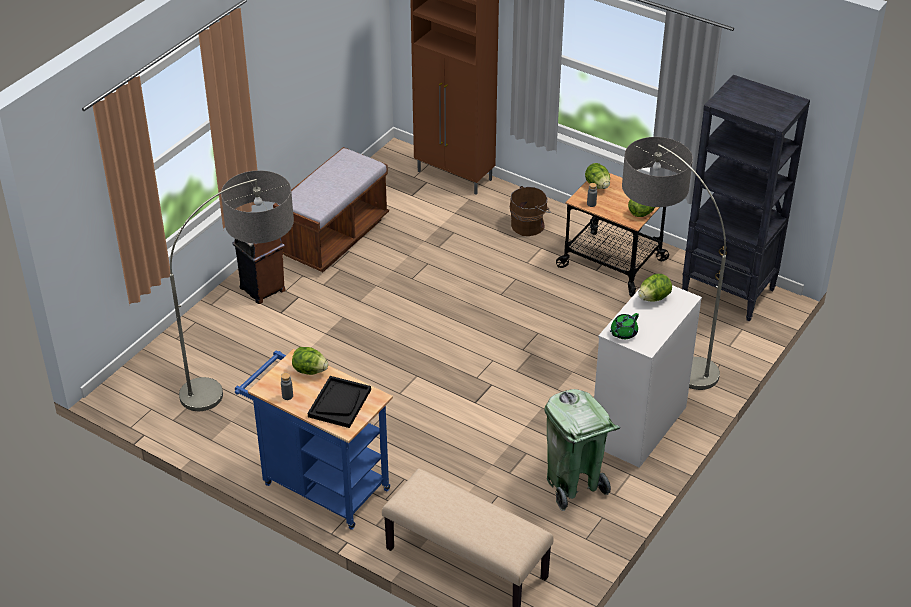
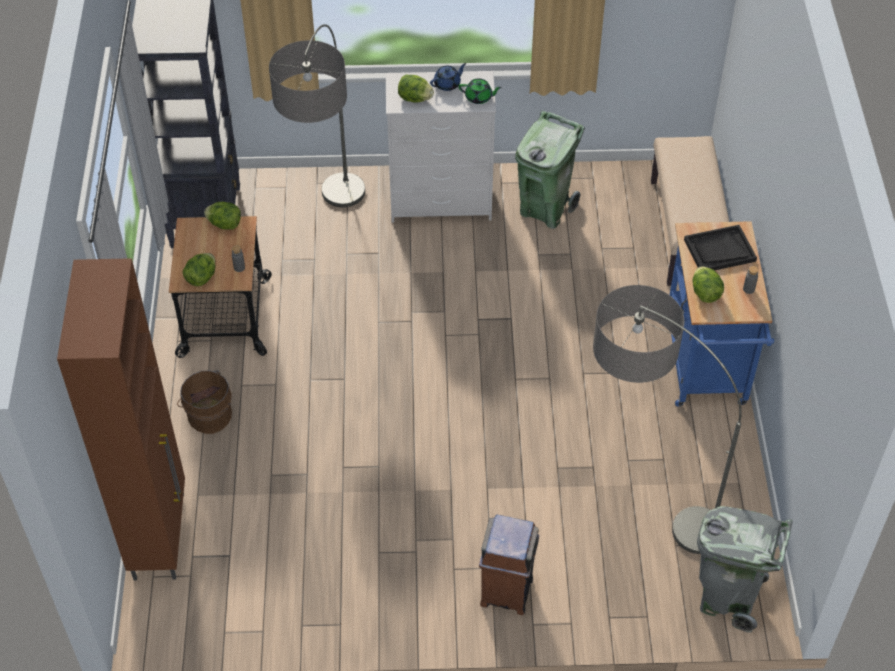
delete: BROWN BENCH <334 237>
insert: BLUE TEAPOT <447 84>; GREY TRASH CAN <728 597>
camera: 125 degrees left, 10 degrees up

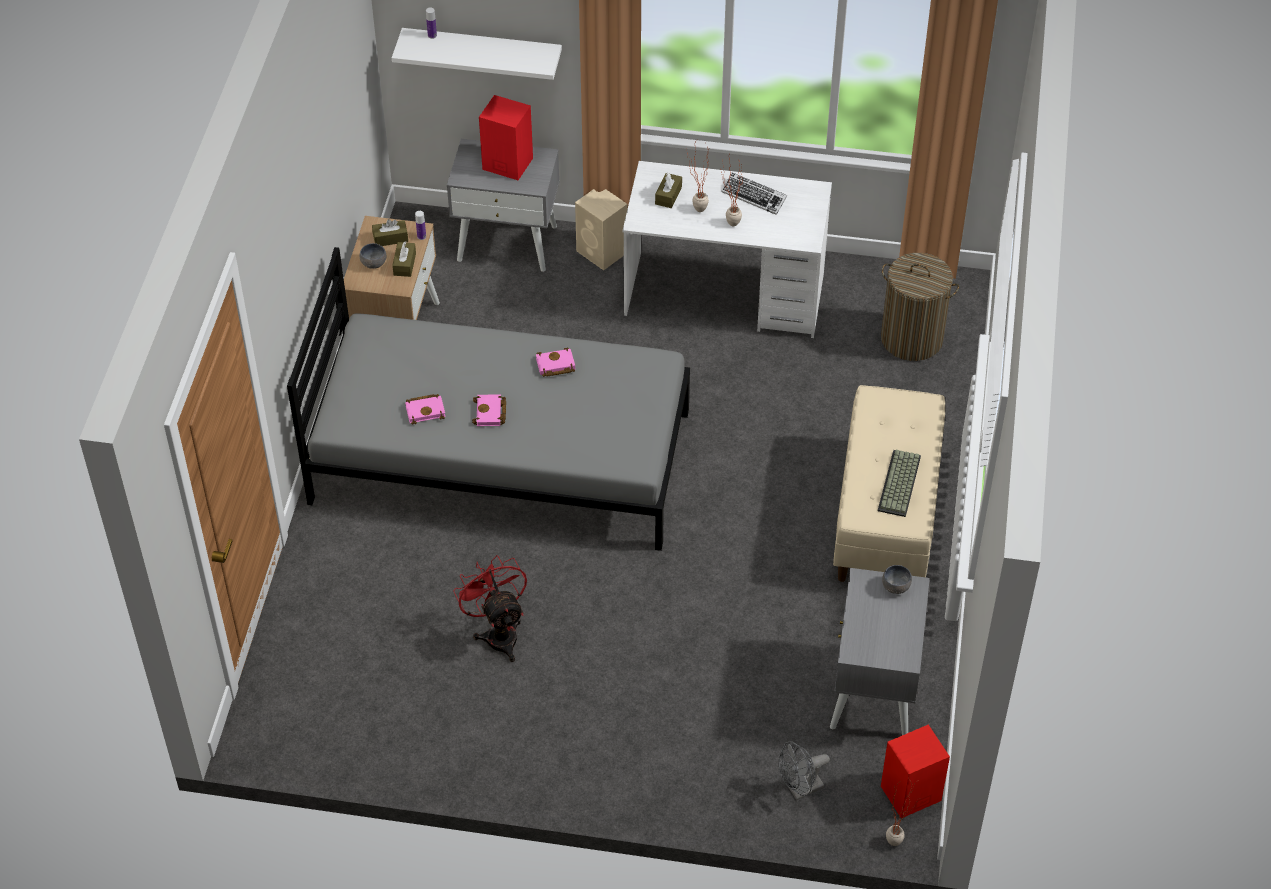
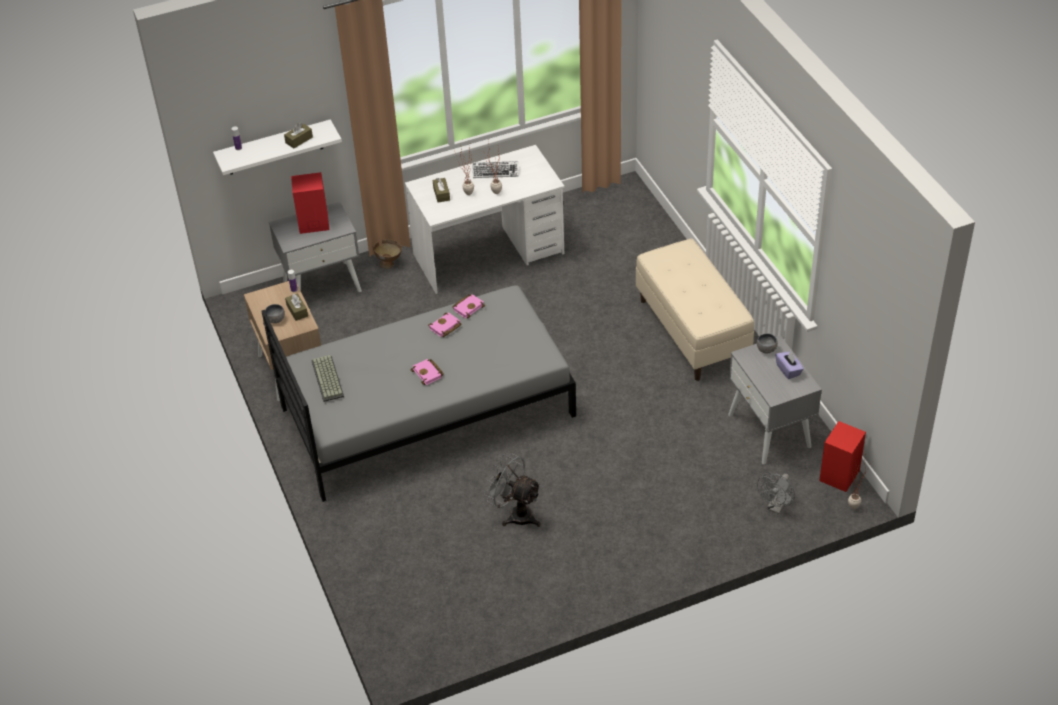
delete: LAUNDRY BASKET <912 338>
insert: PURPLE TISSUE BOX <788 370>
move: BROWN TISSUE BOX <390 238> to <299 140>; KEYBOARD <900 484> to <328 379>; PINK BOOK <426 410> to <468 307>
replace: BEIGE SPEAKER <602 252> to BROWN BOWL <390 264>
recolor: RED FAN <498 633> to GREY FAN <516 514>
camera: 30 degrees left, 5 degrees down

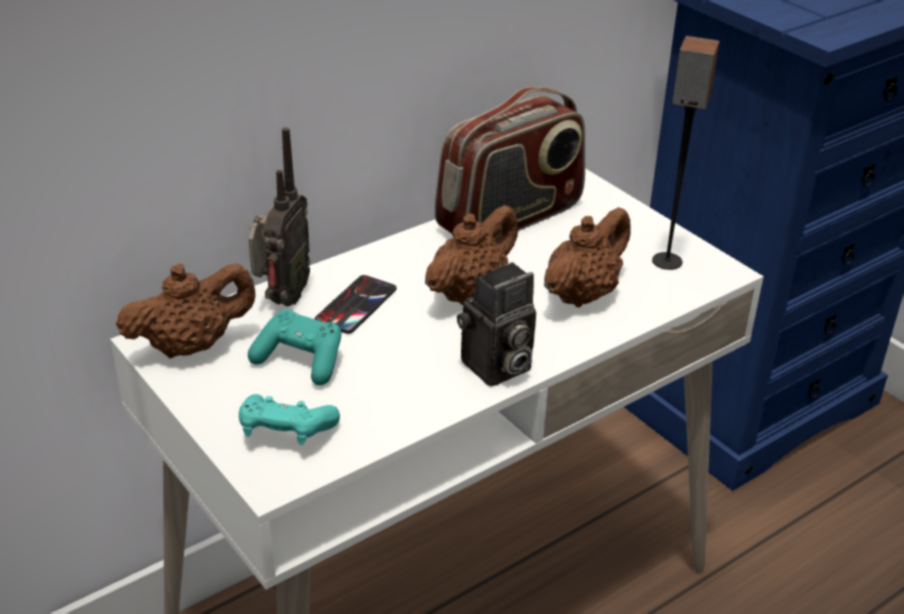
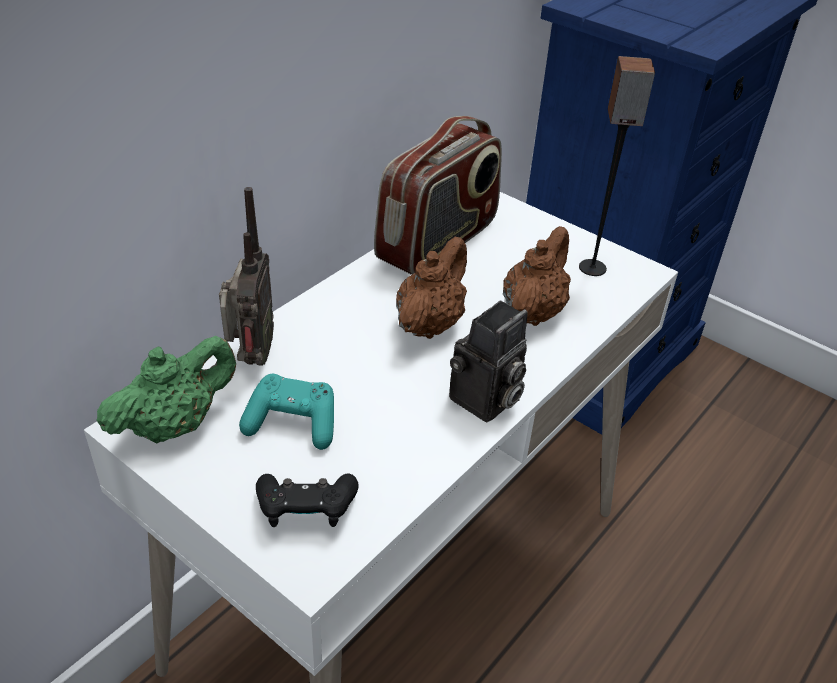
delete: PHONE <356 305>
recolor: BROWN TEAPOT <191 346> to GREEN TEAPOT <175 425>; TURQUOISE GAME CONTROLLER <286 433> to BLACK GAME CONTROLLER <306 511>
camera: 15 degrees left, 5 degrees up

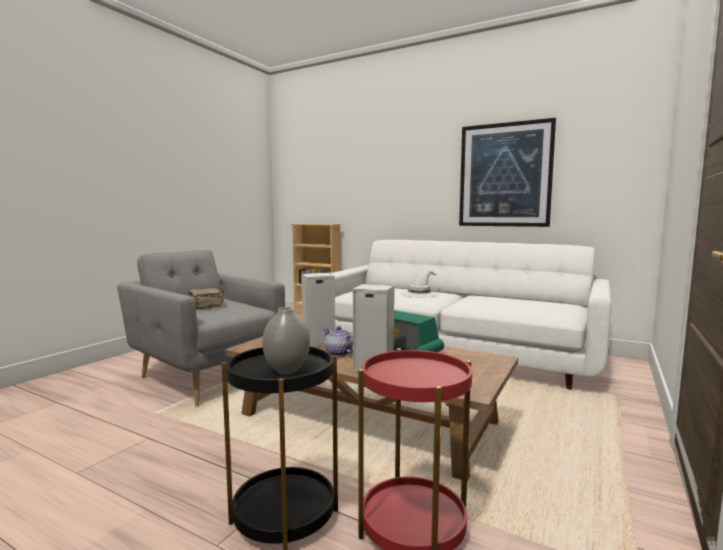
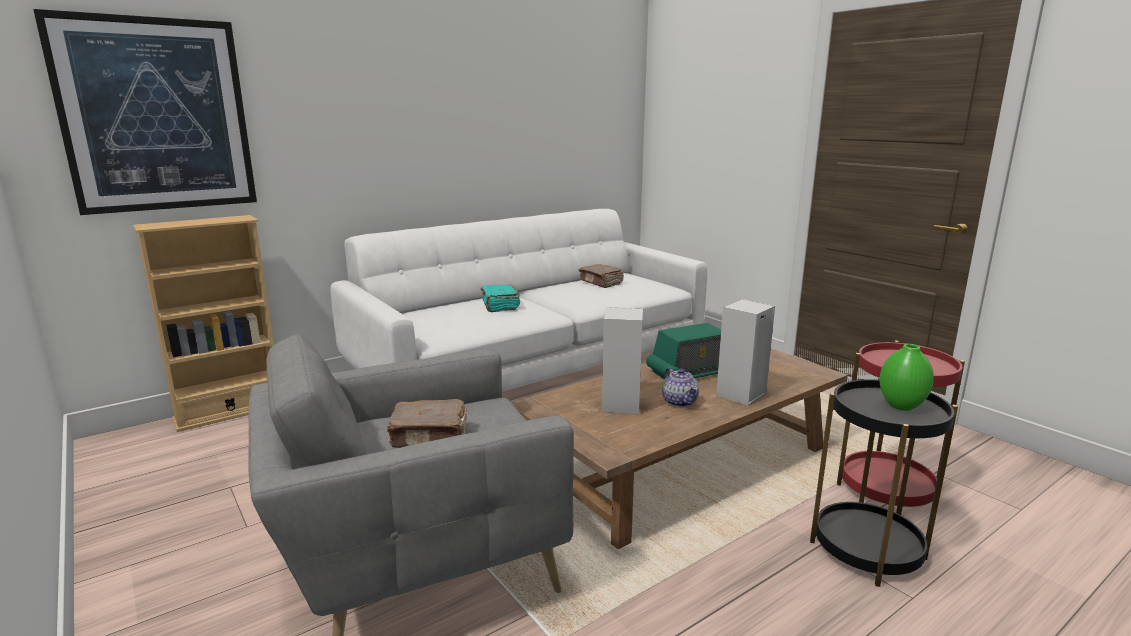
insert: BROWN BOOK <601 283>
move: PICTURE <504 175> to <157 116>
replace: WHITE HAT <419 294> to TURQUOISE BOOK <500 306>
recolor: GREY VASE <287 371> to GREEN VASE <901 406>
rotate: TEAPOT <338 353> = <679 401> 90 degrees counterclockwise
camera: 65 degrees left, 10 degrees up

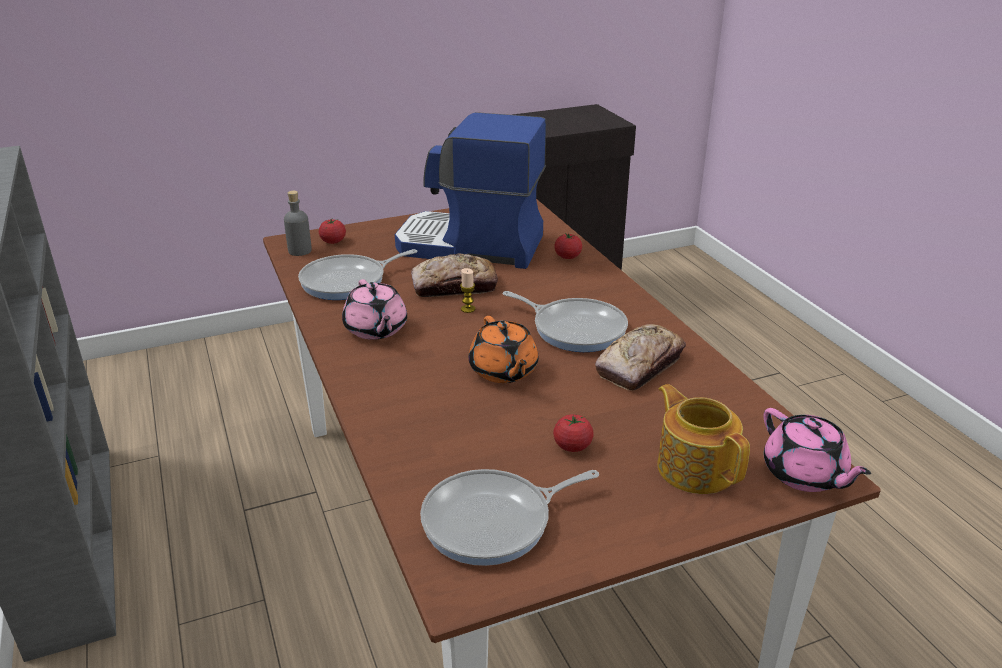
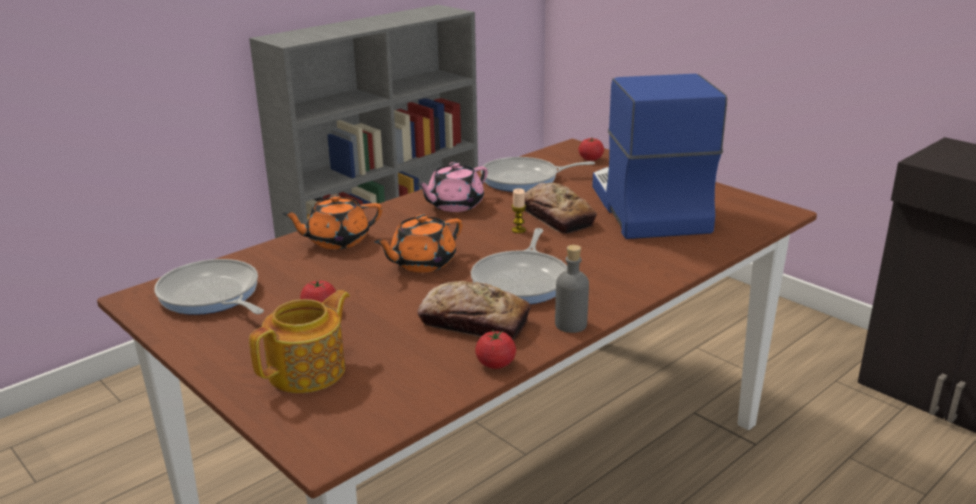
delete: PINK TEAPOT <804 474>
insert: ORANGE TEAPOT <337 240>
move: TOMATO <567 256> to <495 364>; GREY BOTTLE <300 251> to <571 324>
rotate: FRYING PAN <348 282> = <524 179> 45 degrees counterclockwise
camera: 70 degrees right, 5 degrees down

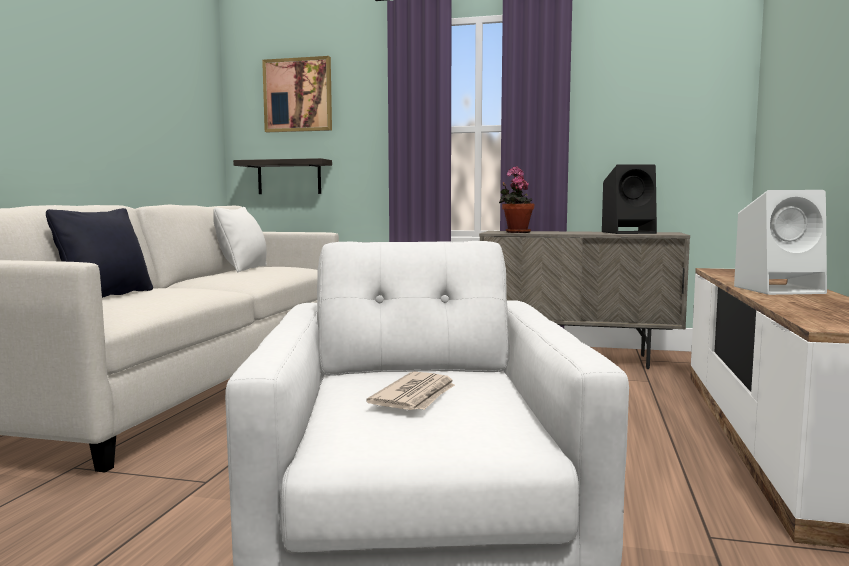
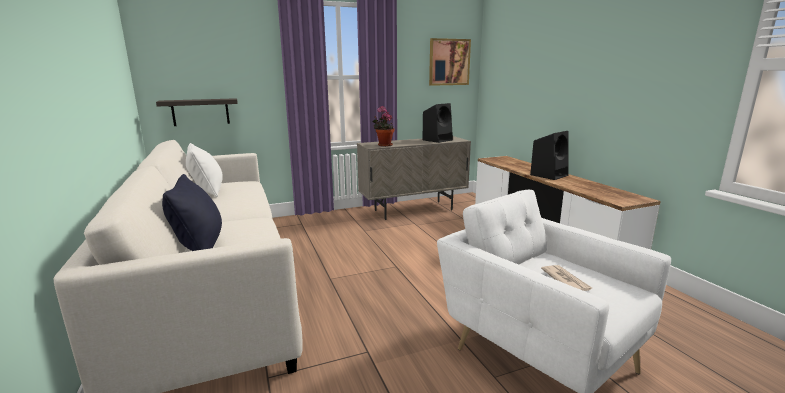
move: PICTURE <298 95> to <449 62>
recolor: WHITE SPEAKER <780 290> to BLACK SPEAKER <549 175>
camera: 35 degrees left, 10 degrees up

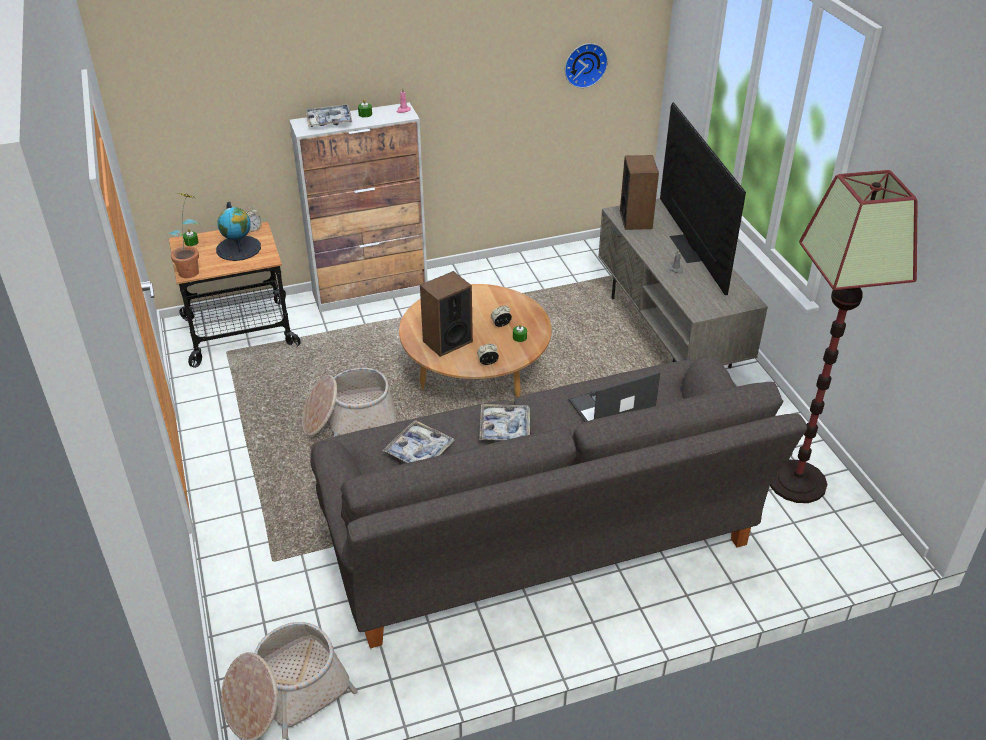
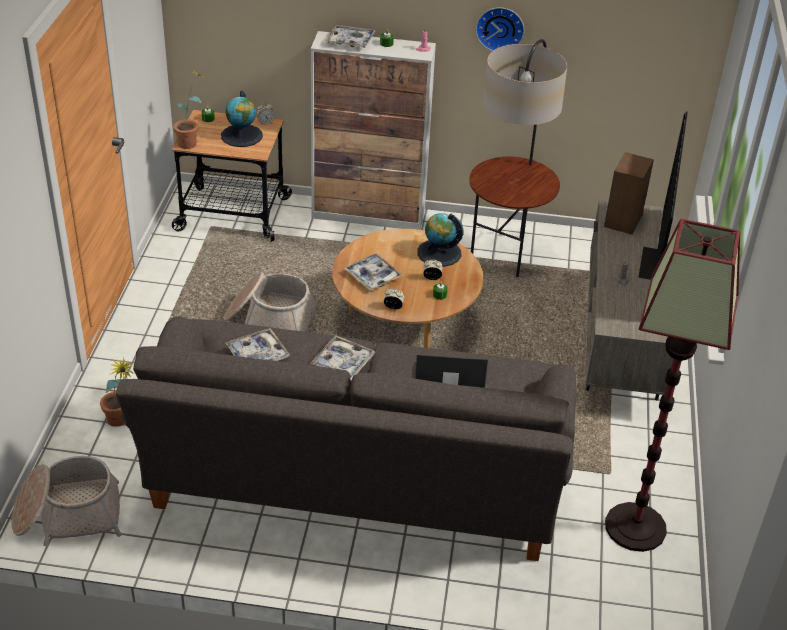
insert: POTTED PLANT <121 422>; GLOBE <439 253>; FLOOR LAMP <505 255>
move: WALL CLOCK <584 64> to <500 28>
replace: SPEAKER <447 341> to TRAY <372 276>
camera: 25 degrees right, 0 degrees up

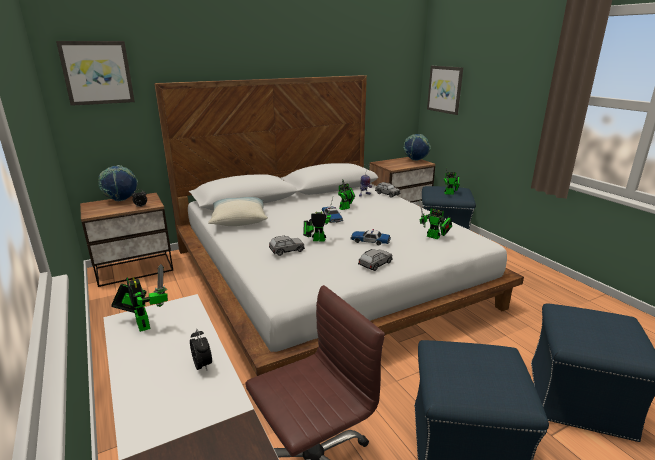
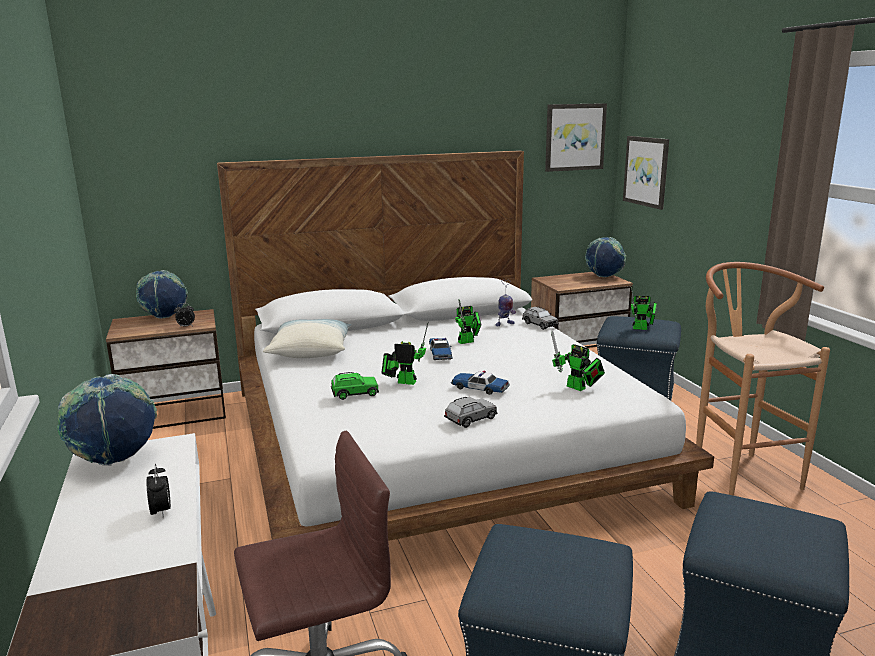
insert: BROWN STOOL <738 470>
move: PICTURE <97 73> to <574 137>
replace: TOY ROBOT <142 323> to GLOBE <115 460>
recolor: GREY TOY CAR <286 250> to GREEN TOY CAR <354 393>
camera: 10 degrees right, 5 degrees down

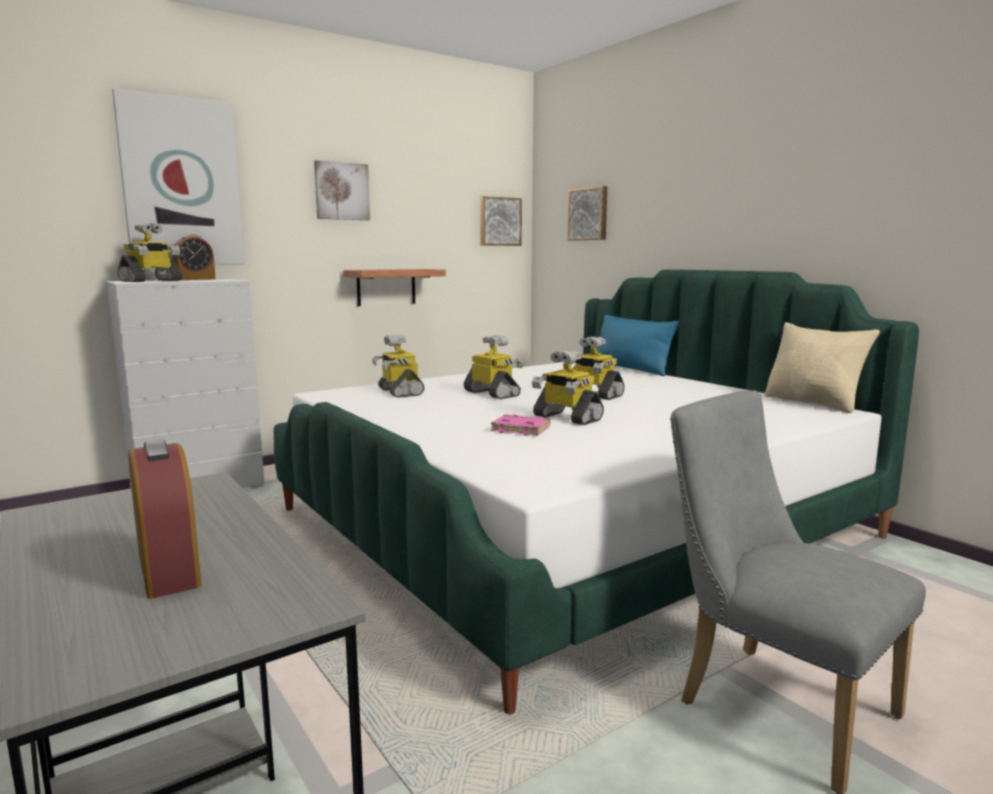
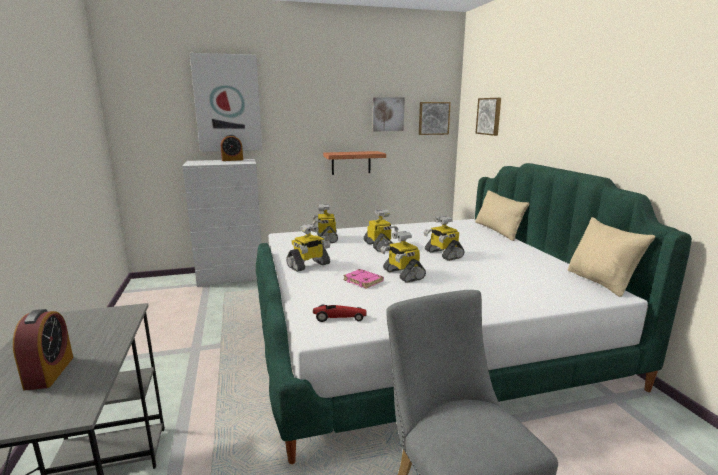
insert: TOY CAR <339 318>
move: TOY ROBOT <151 281> to <308 265>; PICTURE <342 191> to <387 114>
recolor: BLUE PILLOW <630 368> to BEIGE PILLOW <497 230>
camera: 20 degrees right, 5 degrees up

